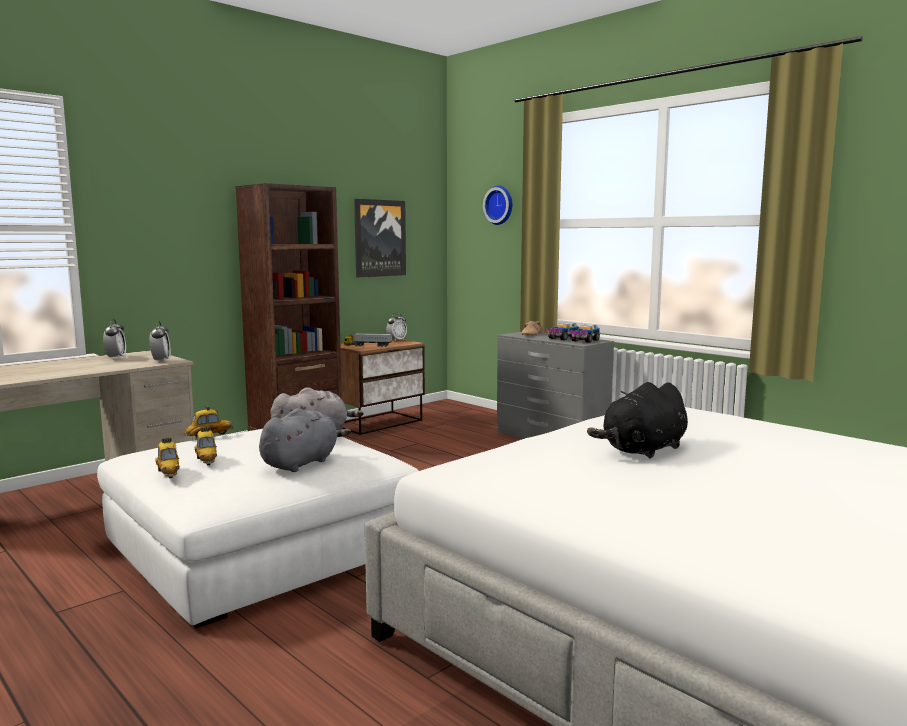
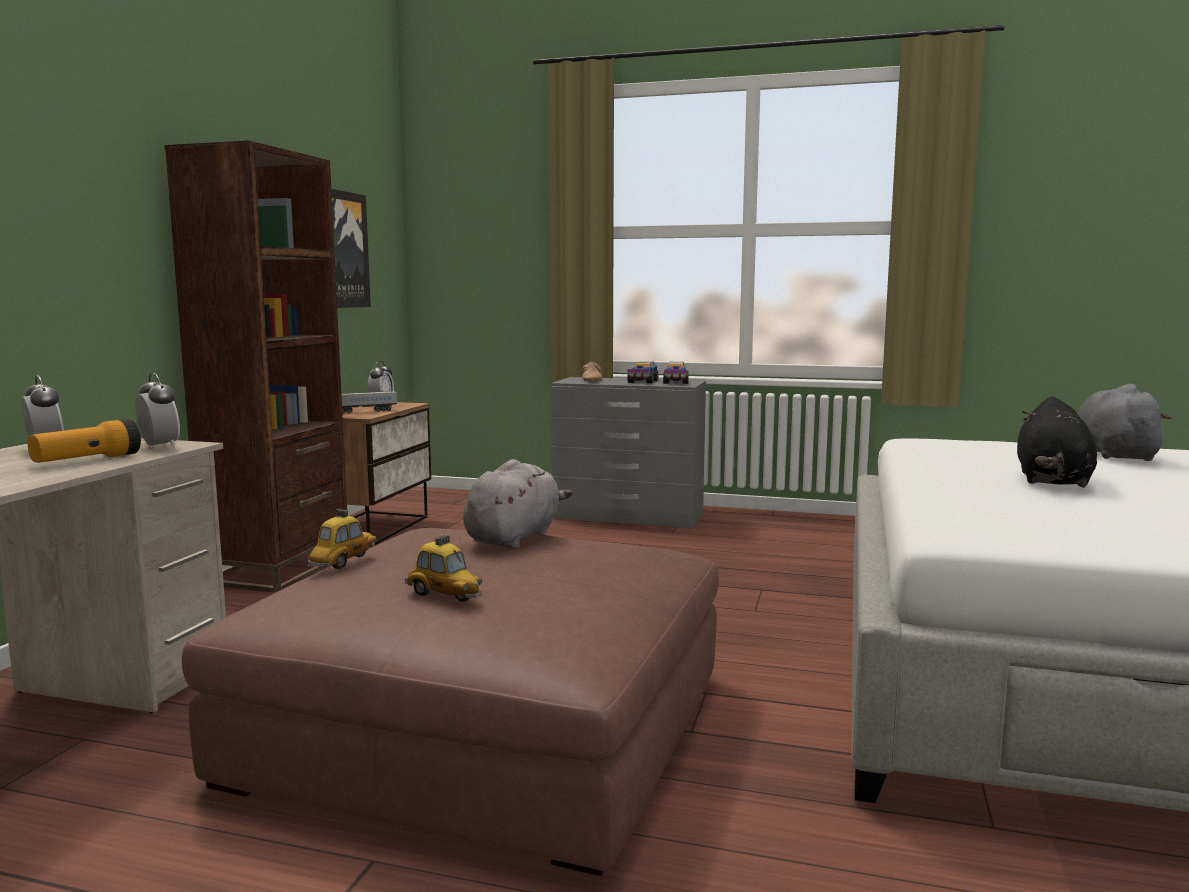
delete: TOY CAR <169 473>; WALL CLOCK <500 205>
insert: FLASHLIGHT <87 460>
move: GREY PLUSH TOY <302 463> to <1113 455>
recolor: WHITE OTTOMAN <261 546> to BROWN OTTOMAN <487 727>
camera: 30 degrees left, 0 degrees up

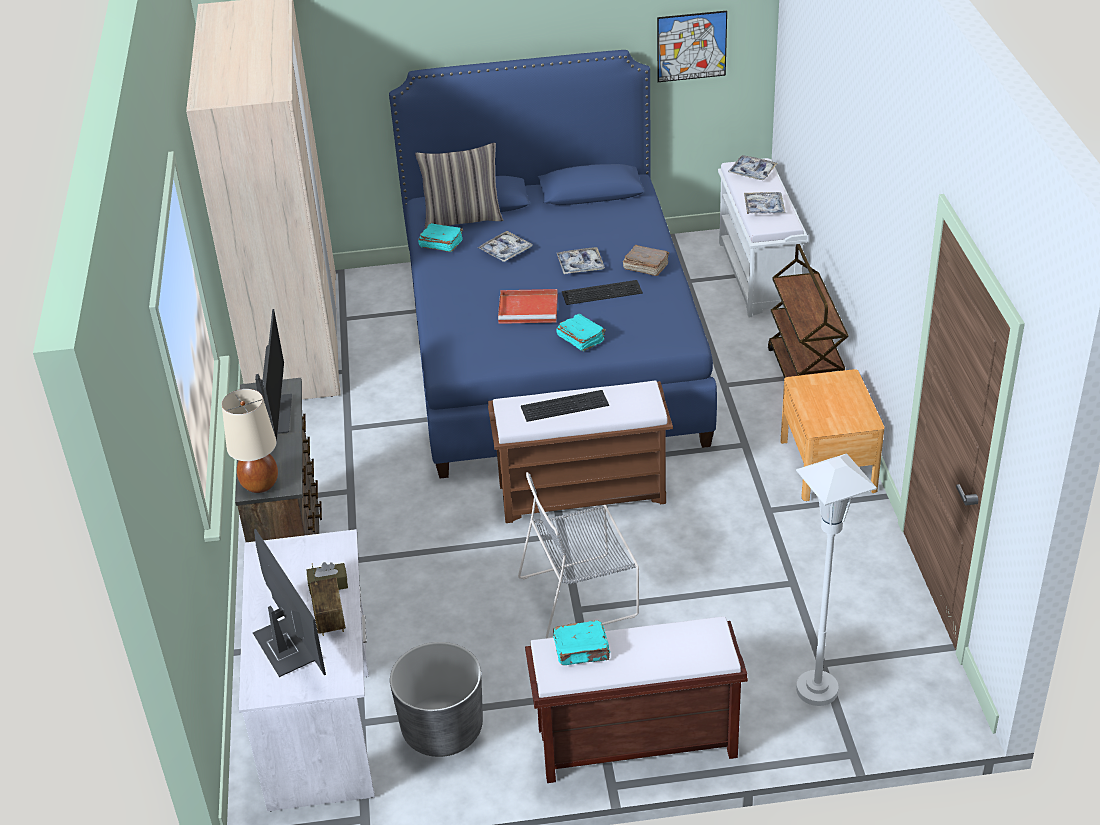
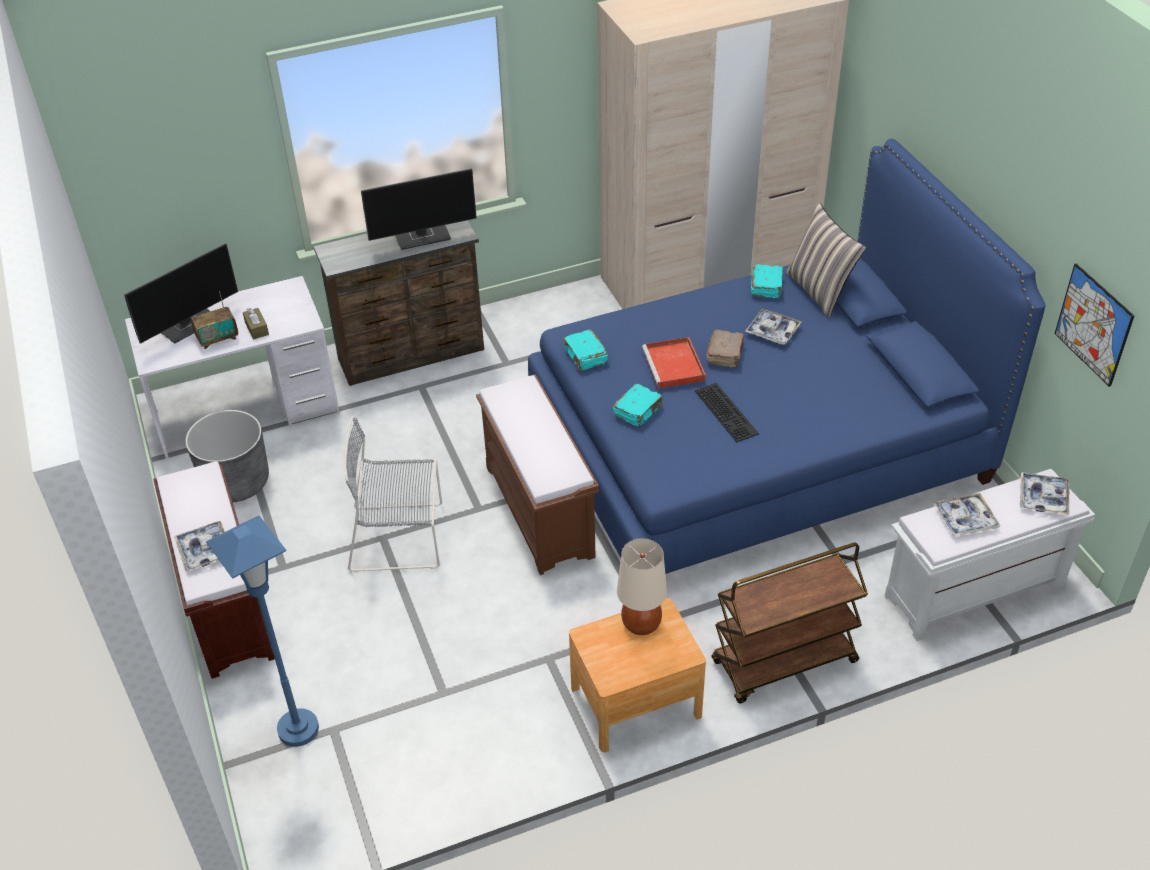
delete: KEYBOARD <565 404>
move: TRAY <580 265> to <205 550>; TURQUOISE BOOK <582 651> to <585 357>; BEIGE TABLE LAMP <260 484> to <642 624>; BROWN BOOK <645 267> to <725 355>
recolor: WHITE FLOOR LAMP <817 690> to BLUE FLOOR LAMP <298 729>
rotate: GREY CHAIR <582 595> = <400 537> 60 degrees counterclockwise
camera: 75 degrees right, 5 degrees up

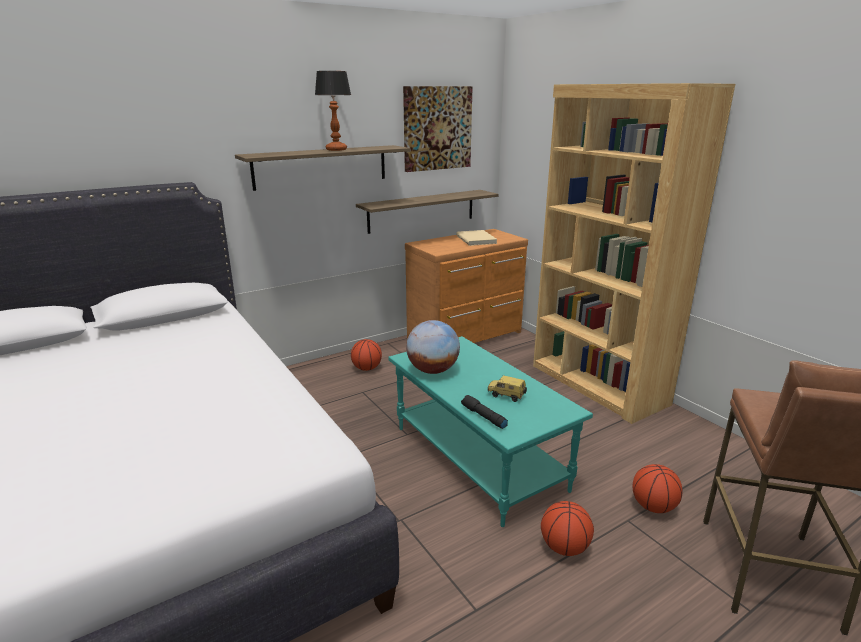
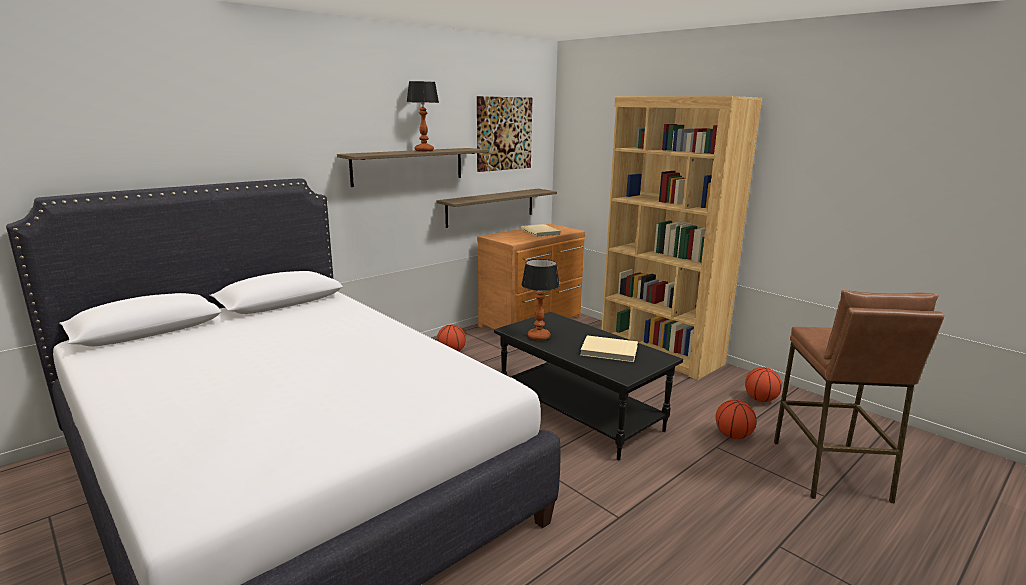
delete: BLACK FLASHLIGHT <483 416>
move: BASKETBALL <564 547> to <760 399>
replace: GLOBE <432 370> to TABLE LAMP <538 337>; TOY CAR <506 396> to BEIGE BOOK <609 351>
recolor: TURQUOISE COFFEE TABLE <476 458> to BLACK COFFEE TABLE <578 414>
camera: 10 degrees left, 5 degrees down

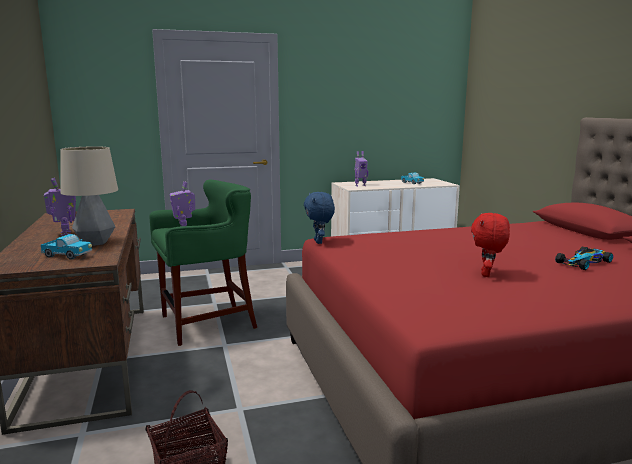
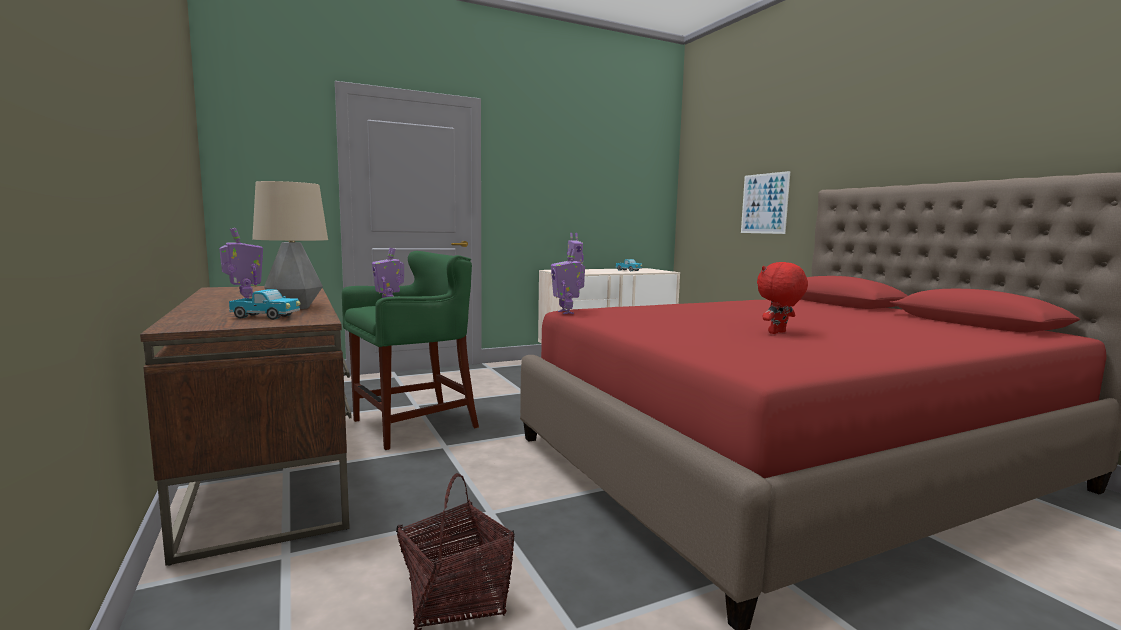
delete: TOY CAR <584 262>
insert: PICTURE <764 203>
replace: BLUE PLUSH TOY <319 242> to TOY ROBOT <567 312>
rotate: RED PLUSH TOY <487 274> = <778 333> 45 degrees clockwise
camera: 10 degrees left, 5 degrees down

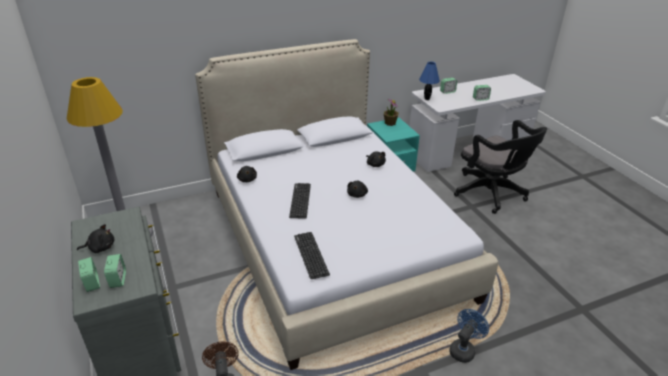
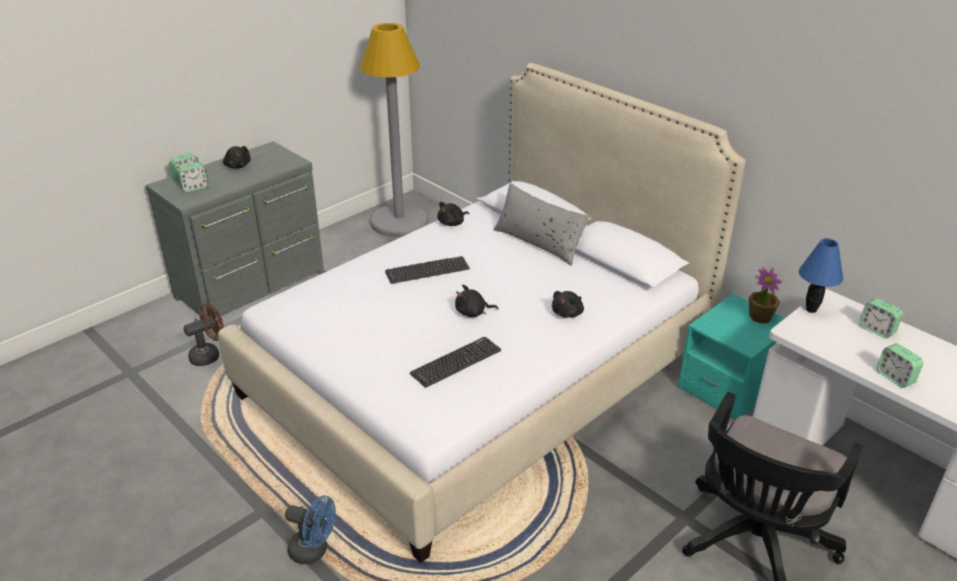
insert: GREY PILLOW <539 242>
move: KEYBOARD <311 255> to <456 362>
camera: 70 degrees right, 0 degrees up

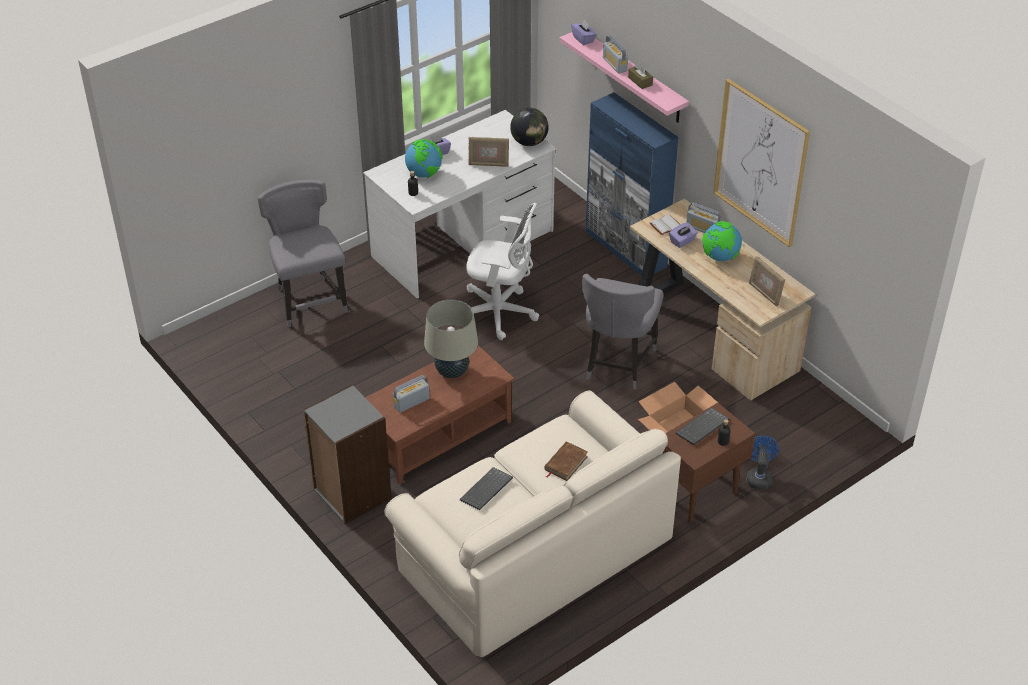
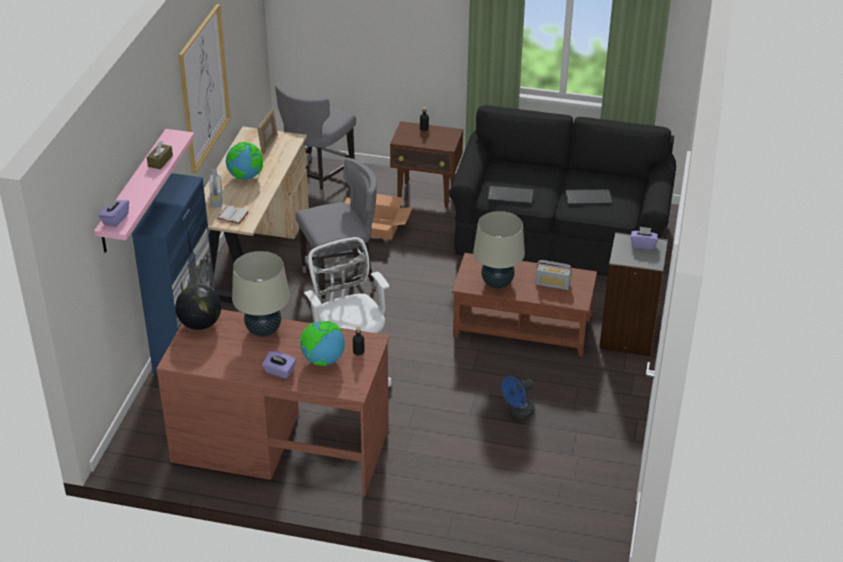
delete: BROWN BOOK <565 463>; RADIO <615 64>
move: GREY CHAIR <309 300> to <317 179>; KEYBOARD <702 428> to <511 195>; BLUE FAN <758 477> to <518 412>; PURPLE TISSUE BOX <682 241> to <643 245>
replace: PICTURE FRAME <488 164> to BEIGE TABLE LAMP <263 330>
recolor: WHITE DESK <463 244> to BROWN DESK <280 444>; BEIGE SOFA <533 551> to BLACK SOFA <560 235>
camera: 130 degrees left, 5 degrees down

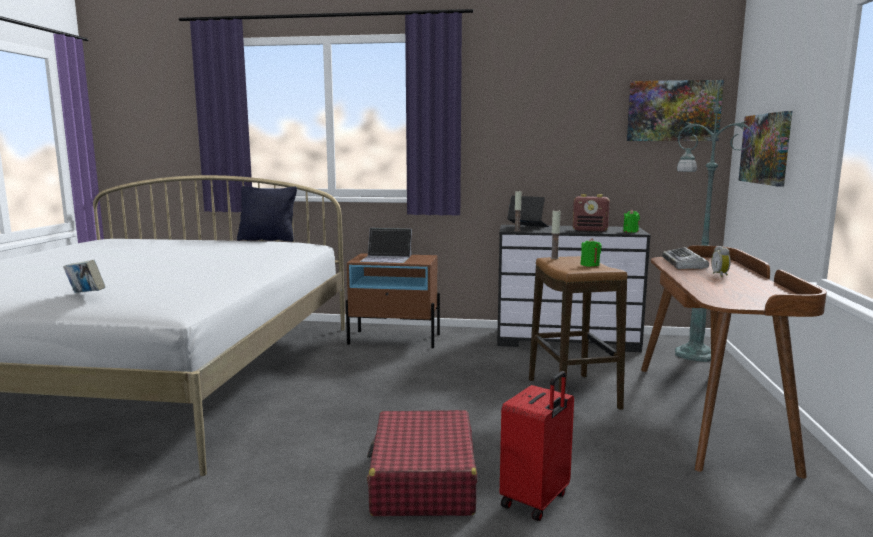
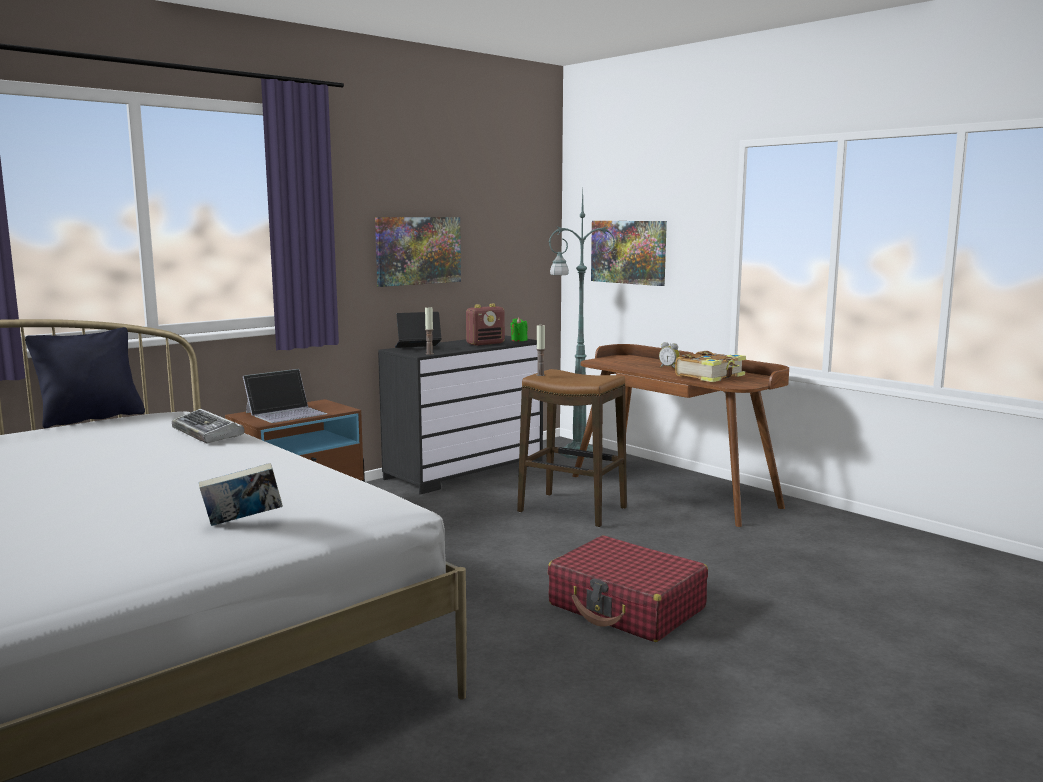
delete: RED SUITCASE <536 500>; GREEN CANDLE <590 265>
insert: BOOK <711 376>
move: KEYBOARD <684 264> to <208 433>; PICTURE <673 111> to <418 250>
camera: 50 degrees left, 0 degrees up

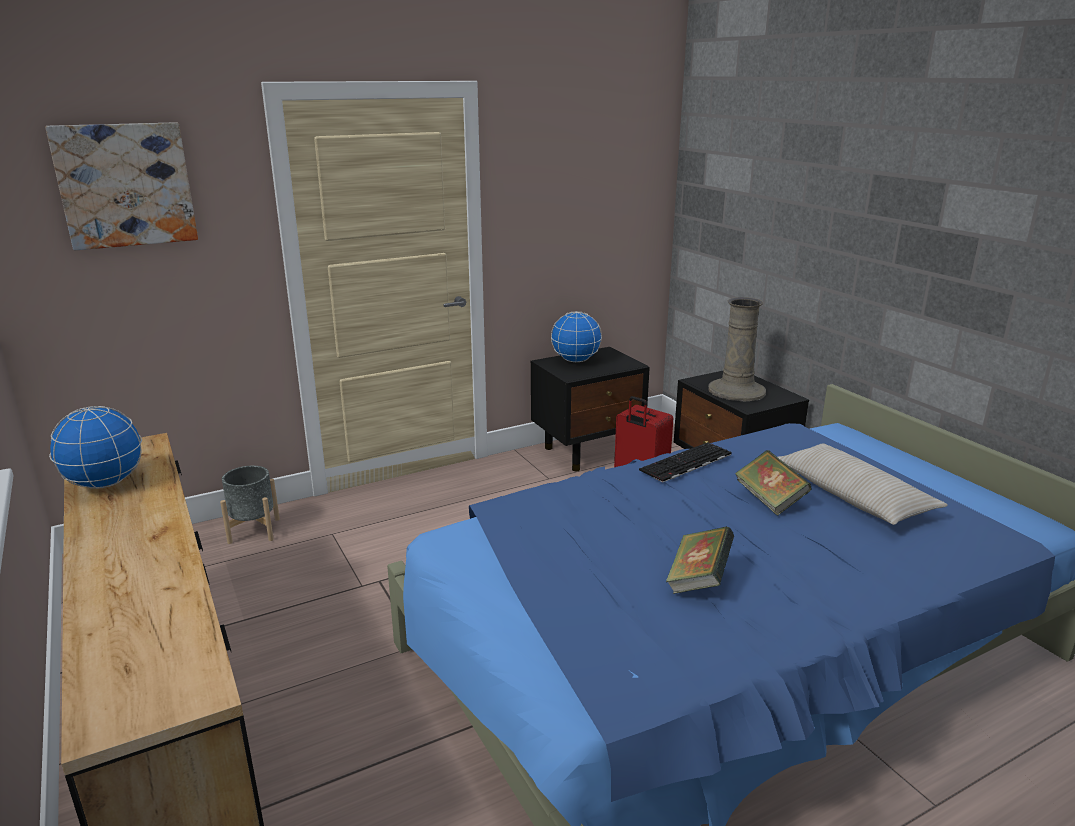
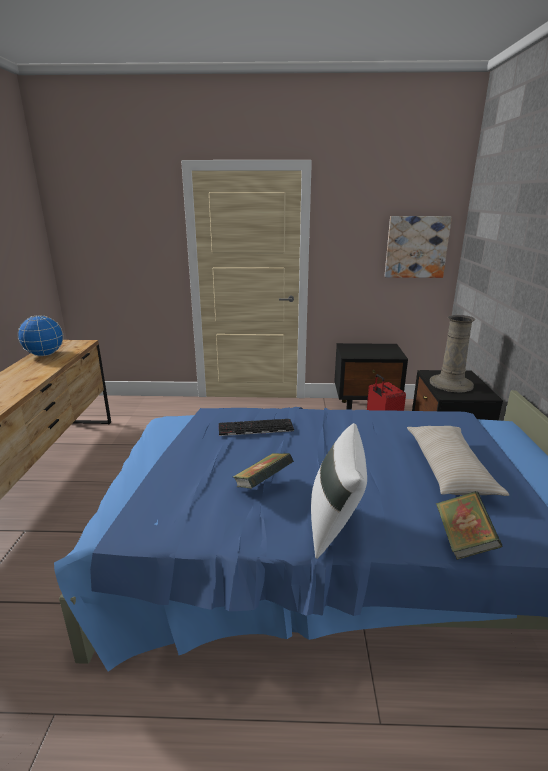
delete: GREY PLANTER <254 530>; GLOBE <576 360>
insert: WHITE PILLOW <335 525>
move: KEYBOARD <686 463> to <255 428>; PICTURE <125 185> to <416 247>; BOOK <769 500> to <463 540>
camera: 30 degrees right, 0 degrees up

